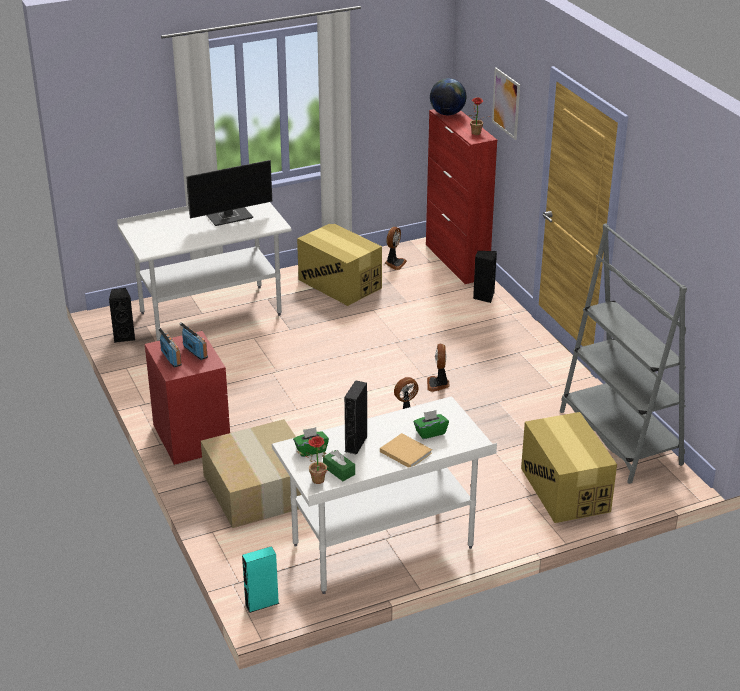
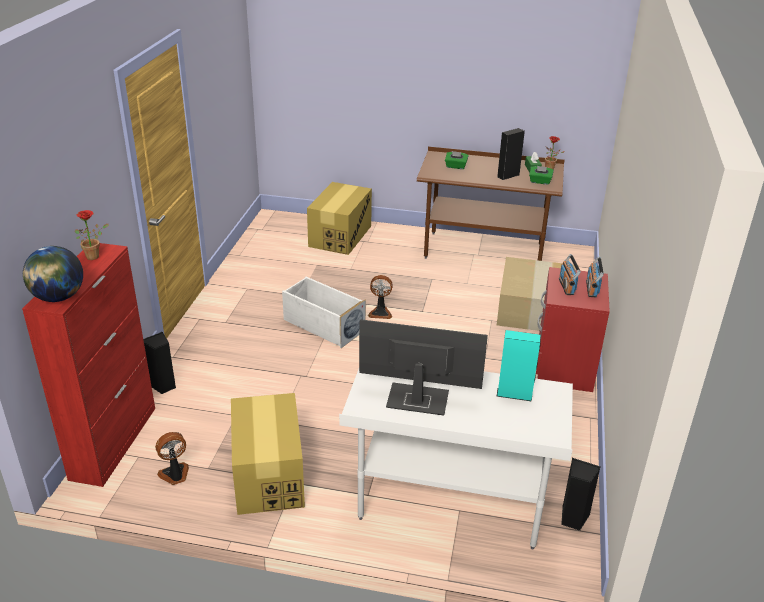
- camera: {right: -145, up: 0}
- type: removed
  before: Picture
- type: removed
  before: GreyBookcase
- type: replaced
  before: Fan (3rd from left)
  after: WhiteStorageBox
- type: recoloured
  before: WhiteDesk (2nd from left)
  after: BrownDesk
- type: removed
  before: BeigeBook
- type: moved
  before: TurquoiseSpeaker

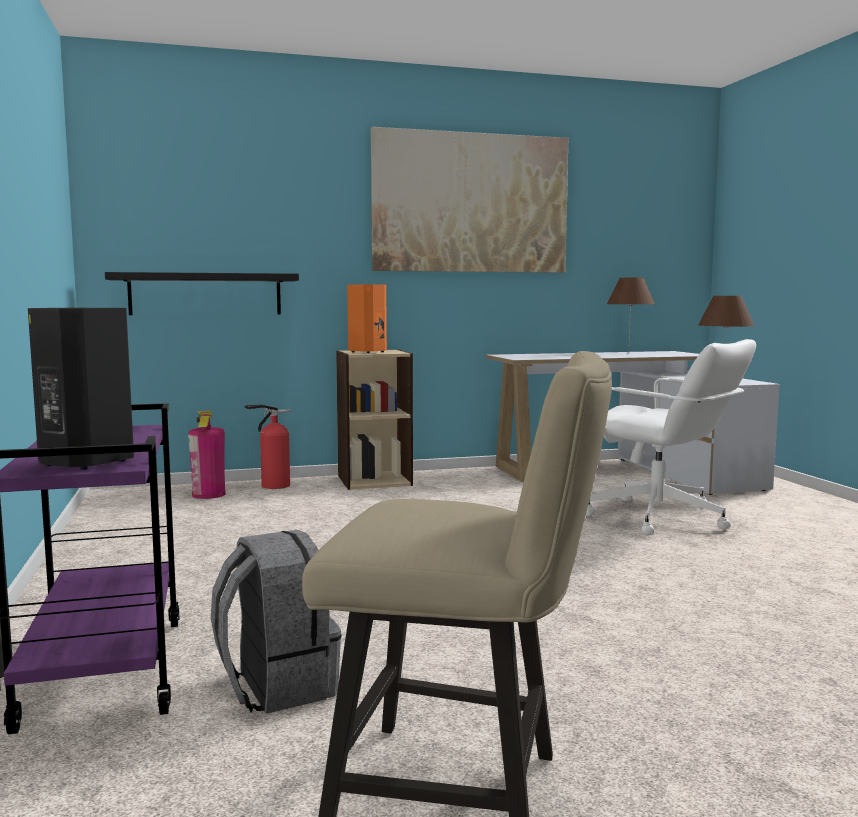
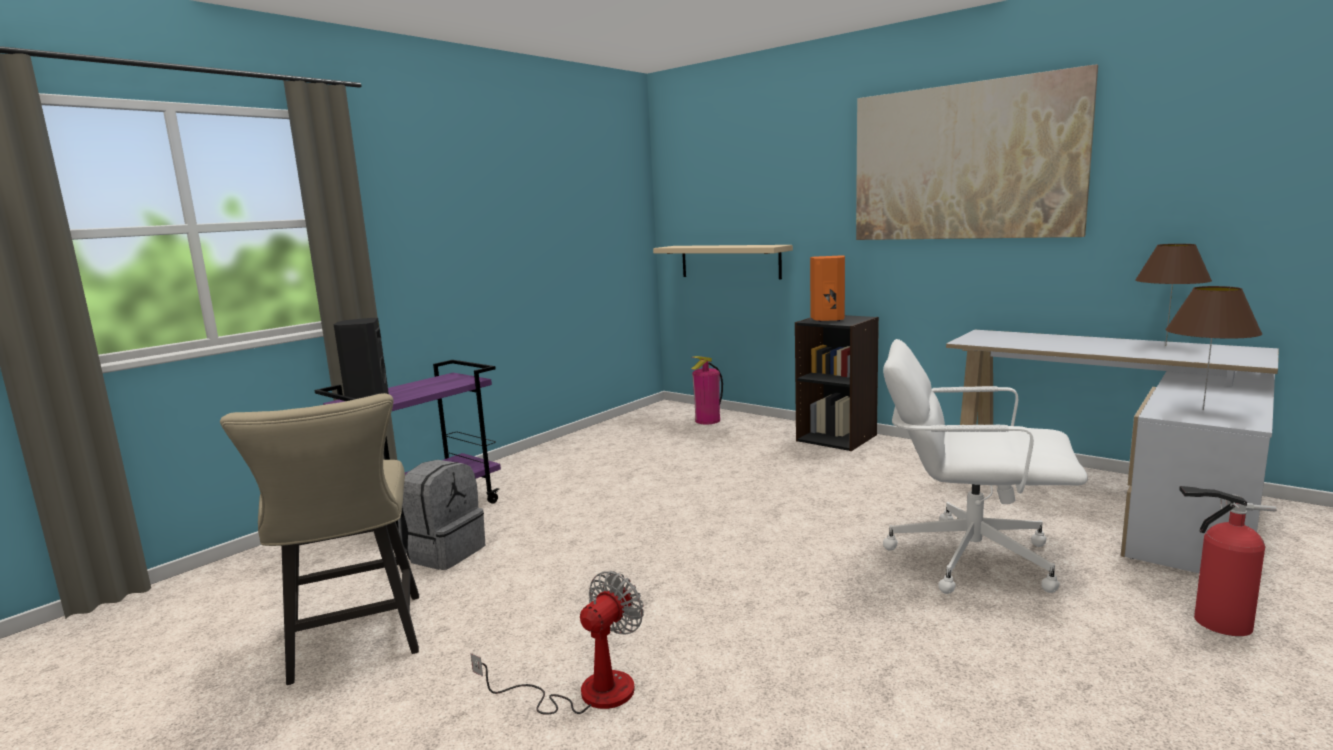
- camera: {right: 55, up: 5}
- type: recoloured
  before: BlackShelf
  after: BeigeShelf
- type: turned
  before: WhiteOfficeChair
  turn: 105
- type: recoloured
  before: BeigeBookcase
  after: BlackBookcase
- type: moved
  before: FireExtinguisher (2nd from left)
- type: added
  after: Fan

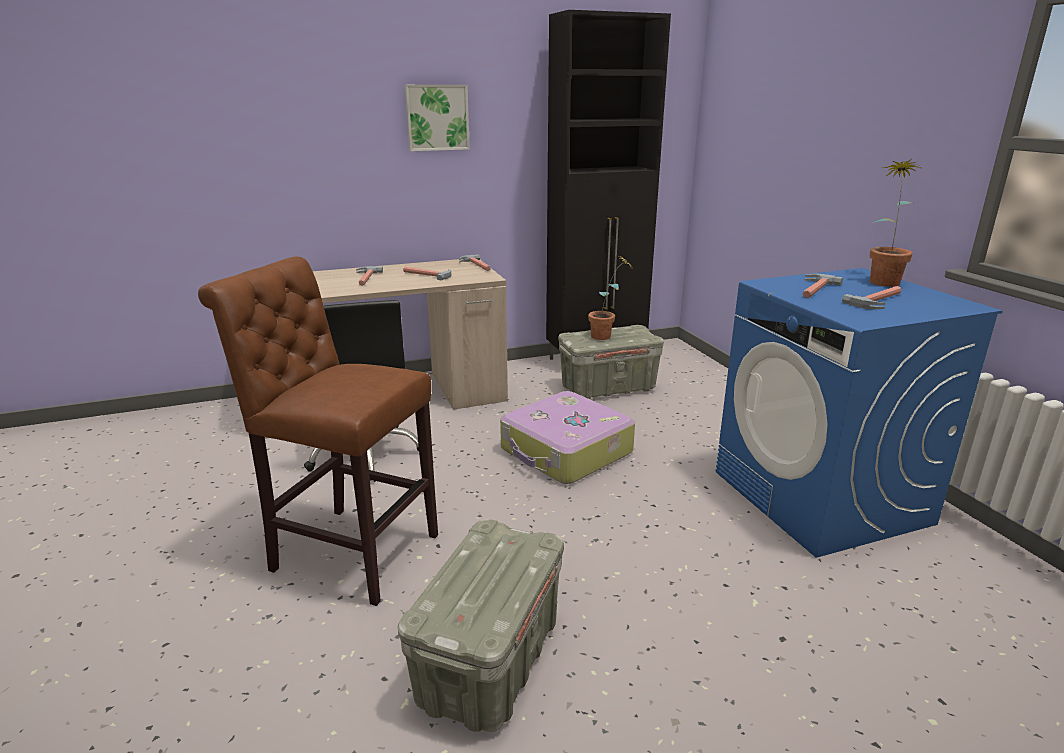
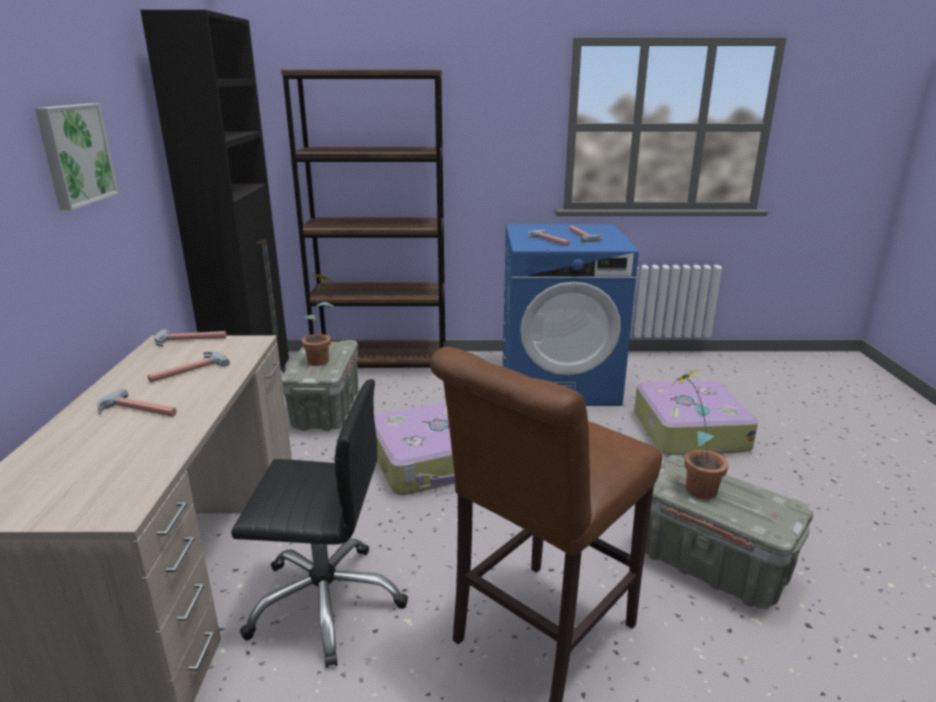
- camera: {right: -70, up: 0}
- type: moved
  before: PottedPlant (2nd from left)
- type: added
  after: BrownBookcase
- type: added
  after: Suitcase (2nd from left)

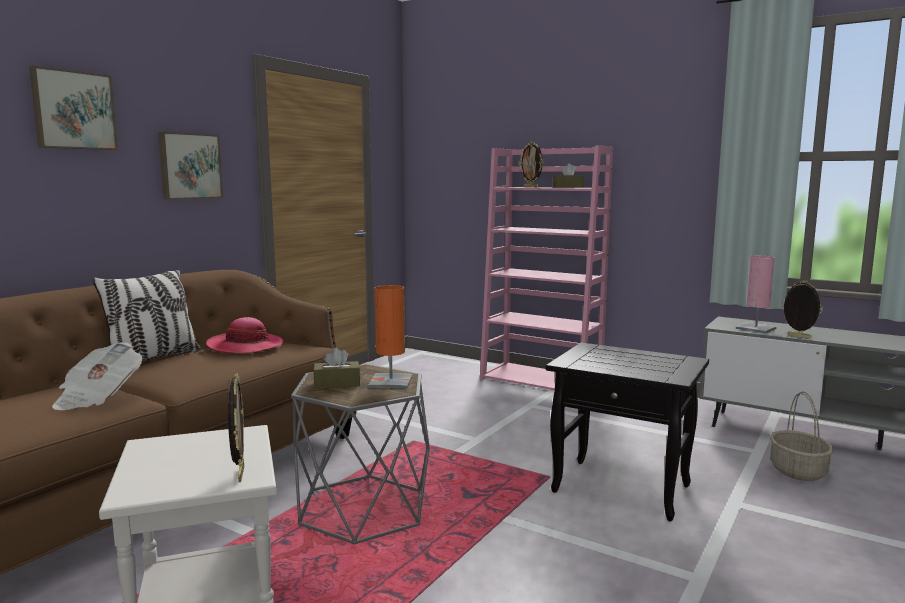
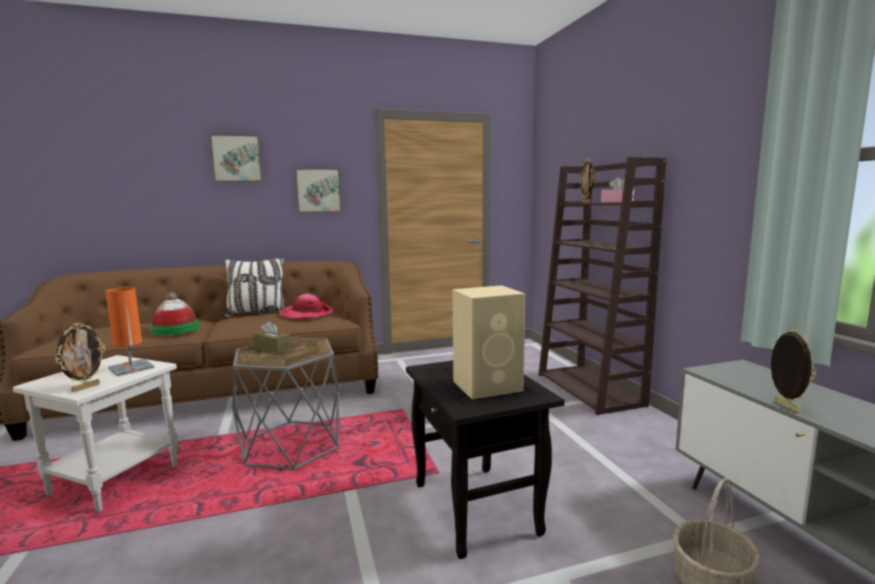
- camera: {right: 40, up: 0}
- type: recoloured
  before: PinkBookcase
  after: BrownBookcase
- type: recoloured
  before: BrownTissueBox (2nd from left)
  after: PinkTissueBox
- type: removed
  before: PinkTableLamp
- type: moved
  before: OrangeTableLamp
- type: replaced
  before: Newspaper
  after: Hat (1st from left)
- type: added
  after: BeigeSpeaker

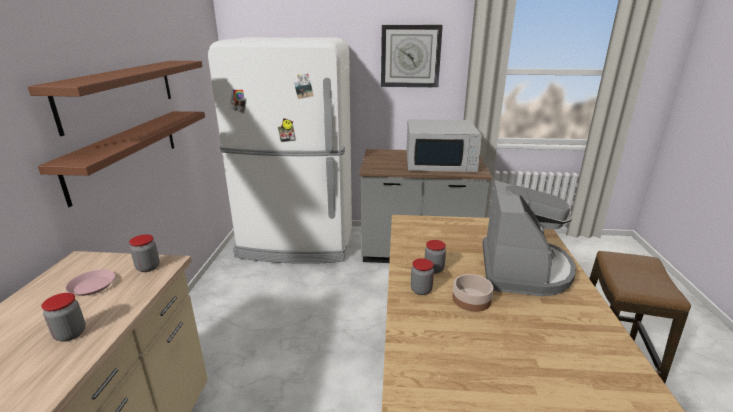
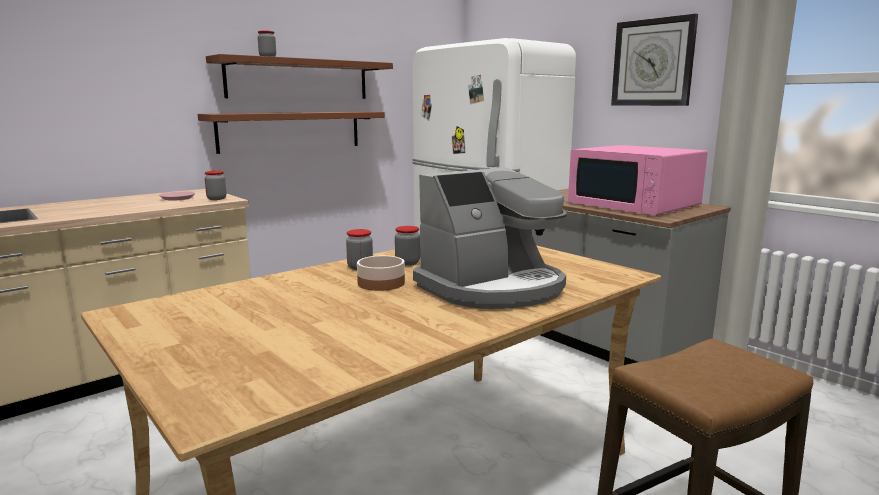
- camera: {right: 45, up: -10}
- type: recoloured
  before: WhiteMicrowave
  after: PinkMicrowave
- type: moved
  before: Jar (1st from left in the first image)
  after: Jar (2nd from left)

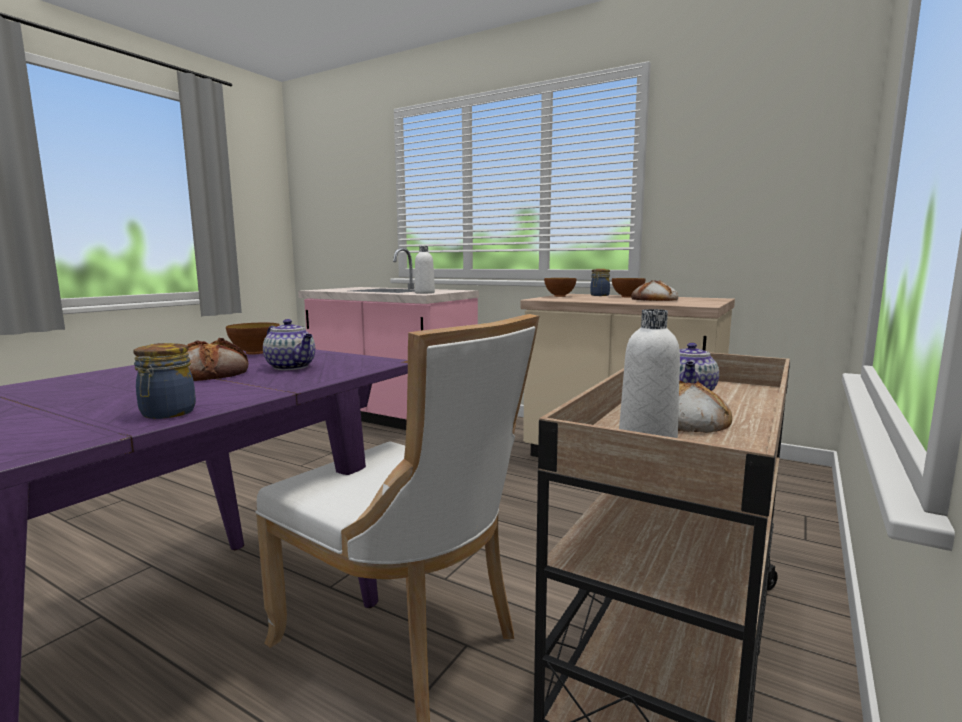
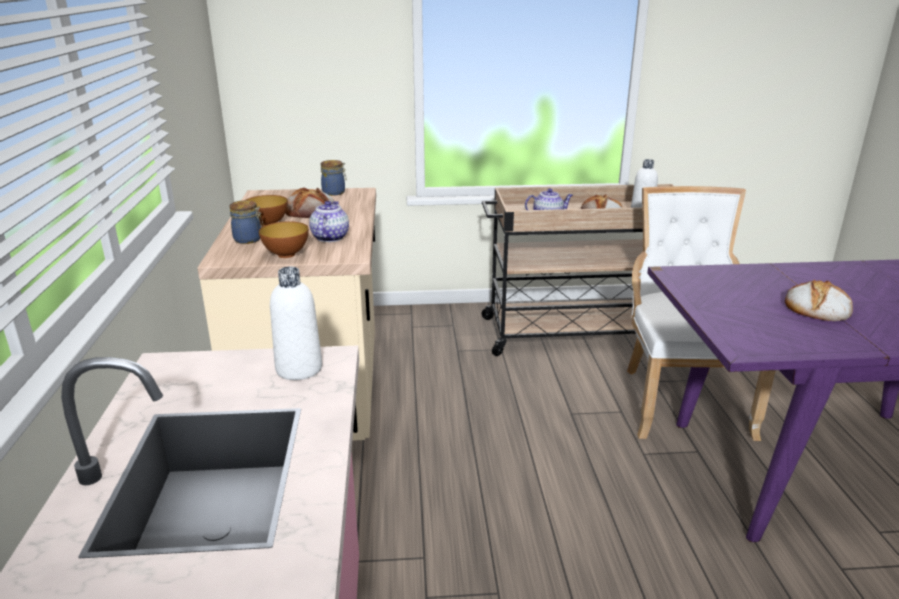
- camera: {right: -125, up: 15}
- type: moved
  before: Teapot (1st from left)
- type: removed
  before: Bowl (1st from left)
- type: moved
  before: Jar (1st from left in the first image)
  after: Jar (2nd from left)

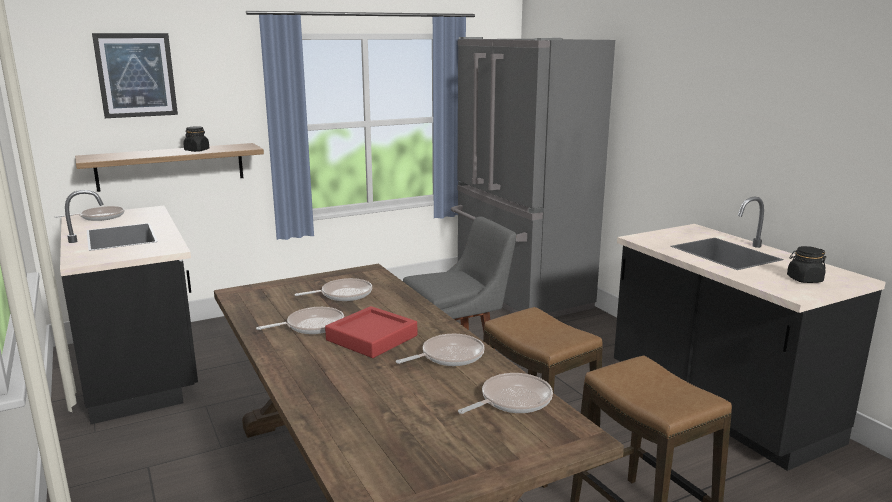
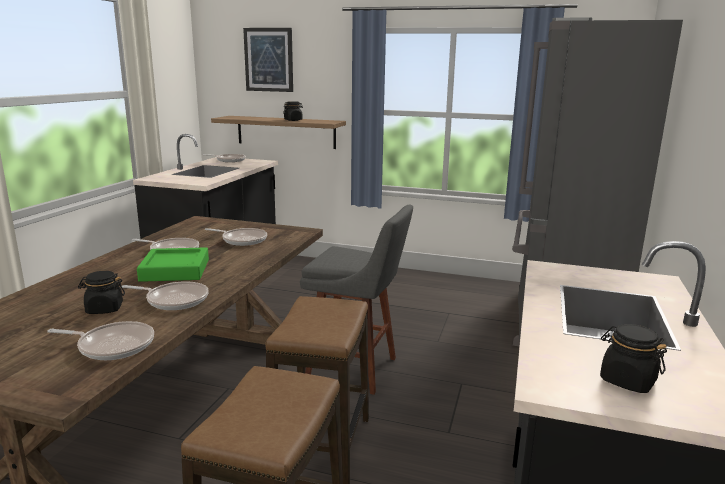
- camera: {right: 45, up: 0}
- type: recoloured
  before: RedTray
  after: GreenTray
- type: added
  after: BlackJar (1st from left)

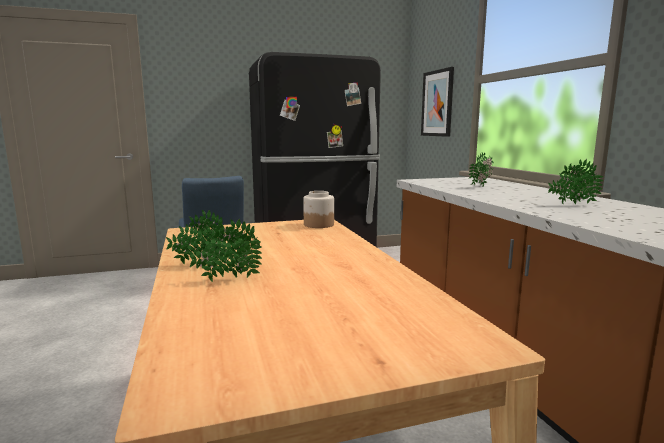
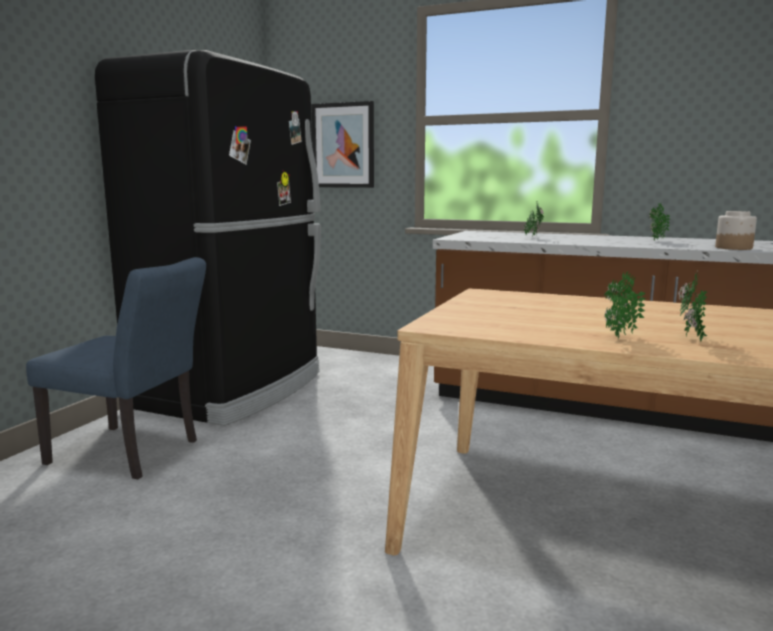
- camera: {right: -50, up: 0}
- type: moved
  before: Jar

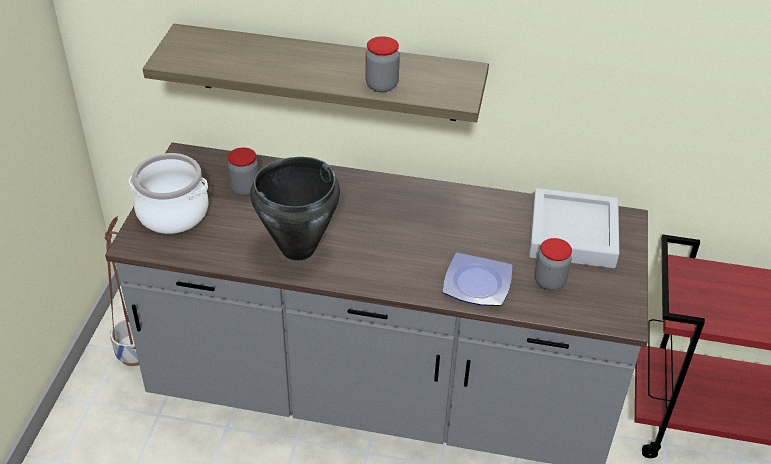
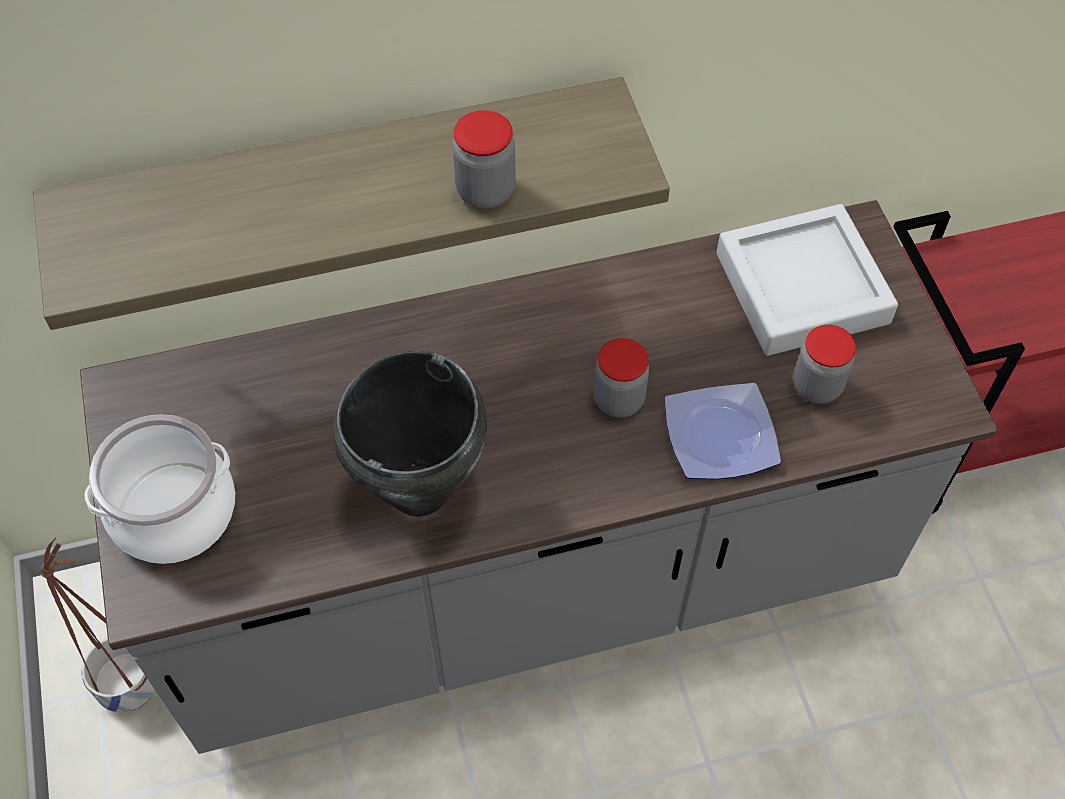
- camera: {right: -25, up: 15}
- type: moved
  before: Jar (1st from left in the first image)
  after: Jar (2nd from left)

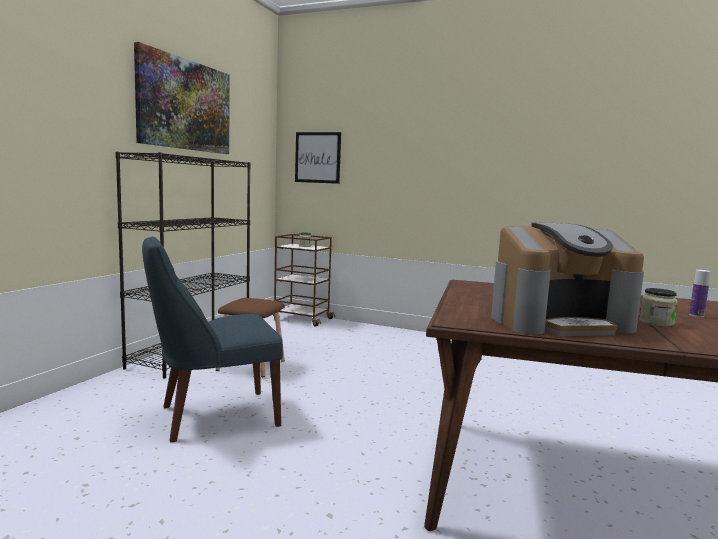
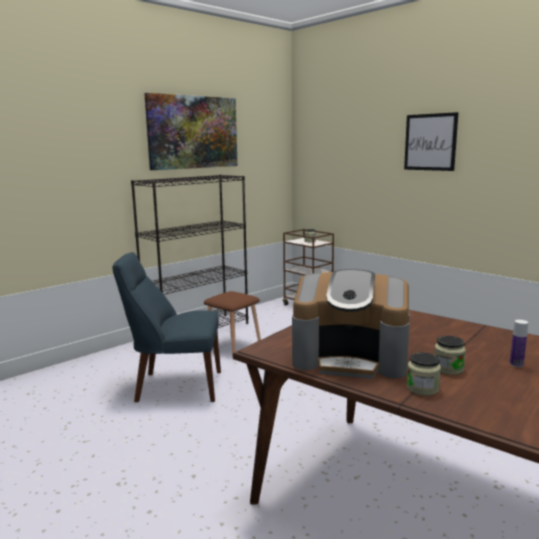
- camera: {right: 25, up: 5}
- type: moved
  before: Picture (2nd from left)
- type: added
  after: Jar (2nd from left)

